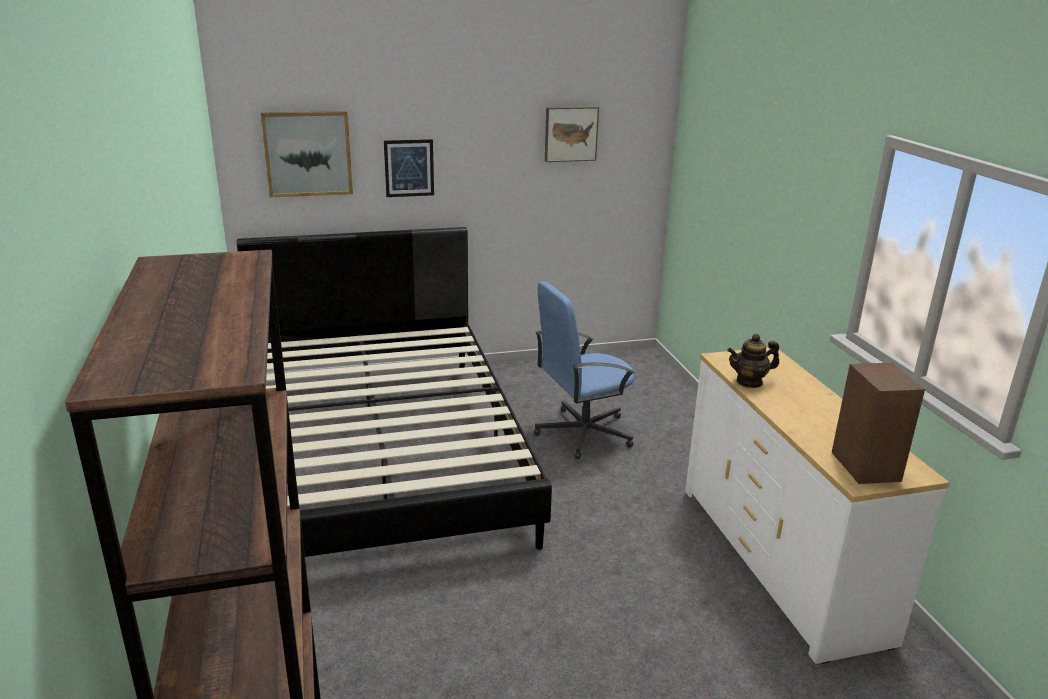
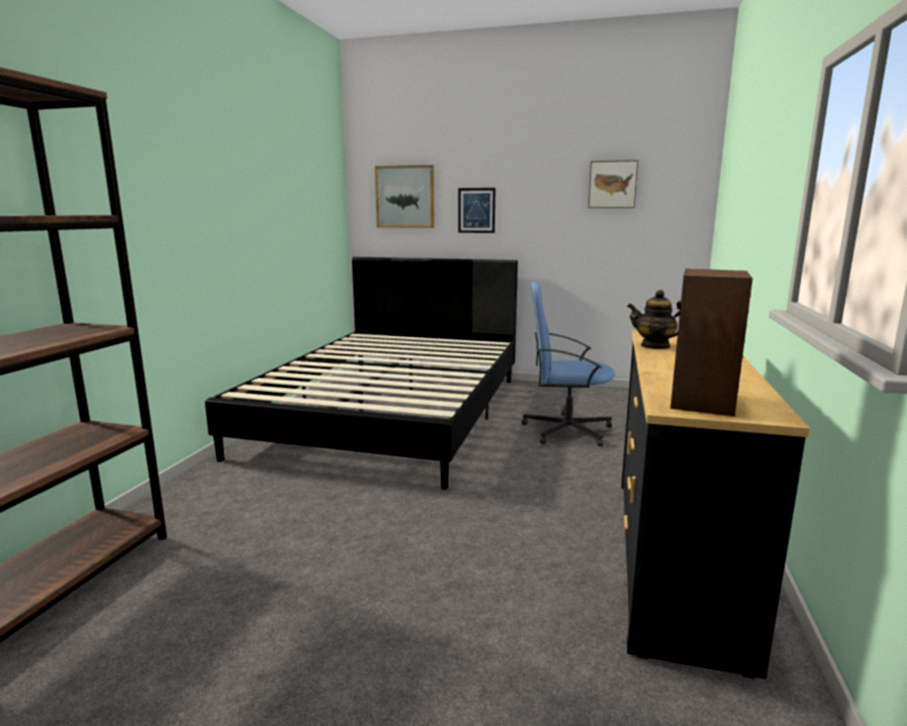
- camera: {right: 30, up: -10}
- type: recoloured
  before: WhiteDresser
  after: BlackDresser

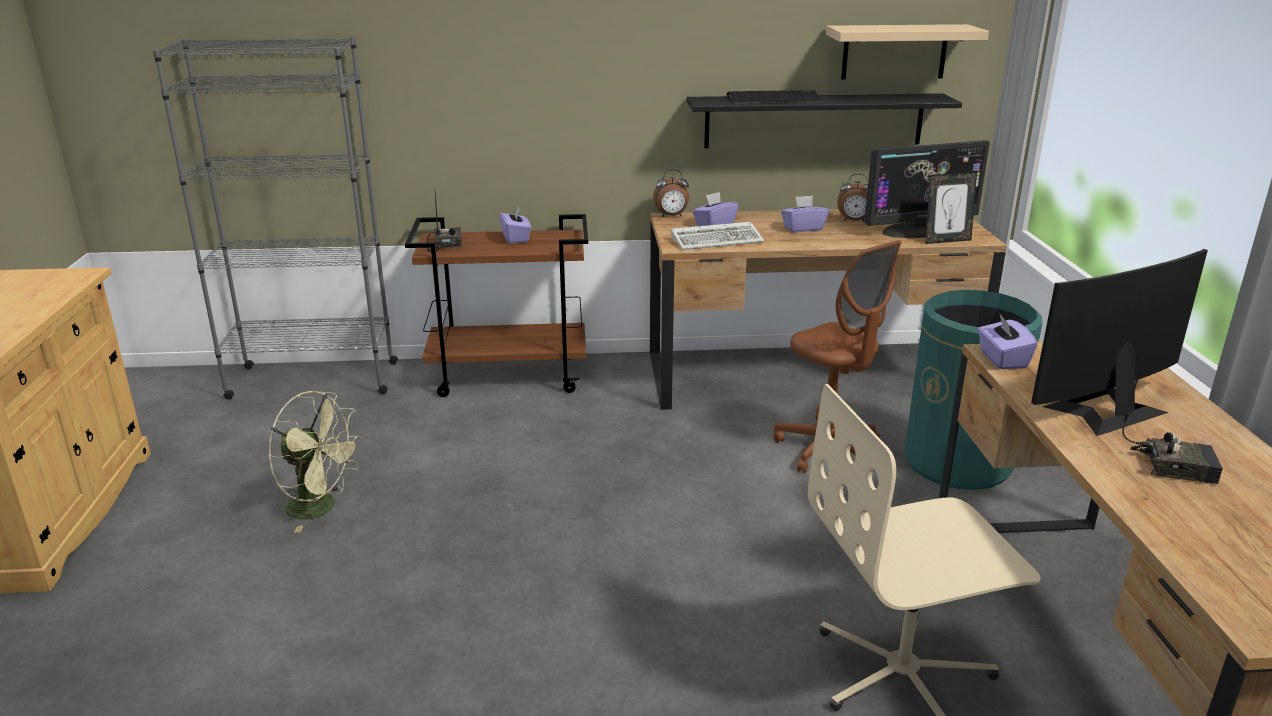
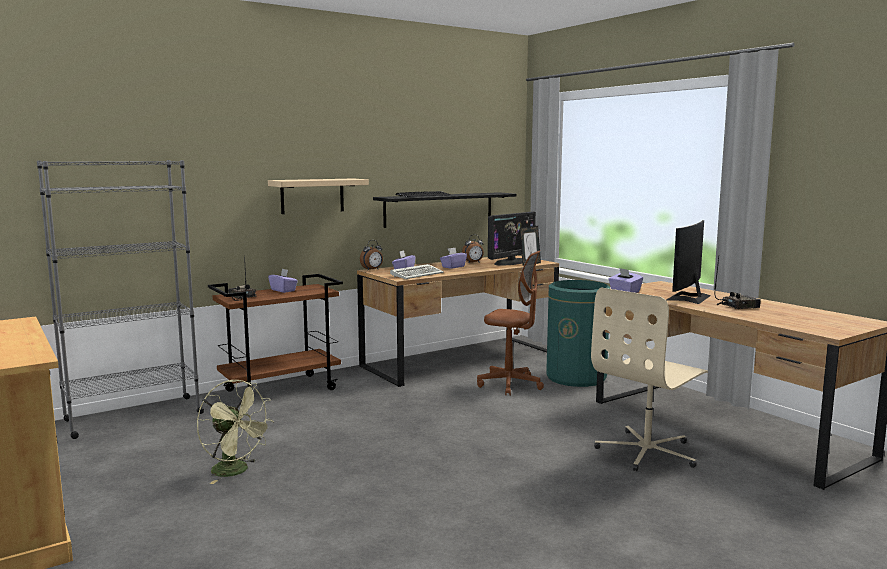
- camera: {right: -30, up: -15}
- type: moved
  before: BeigeShelf
- type: turned
  before: GreenFan
  turn: 45

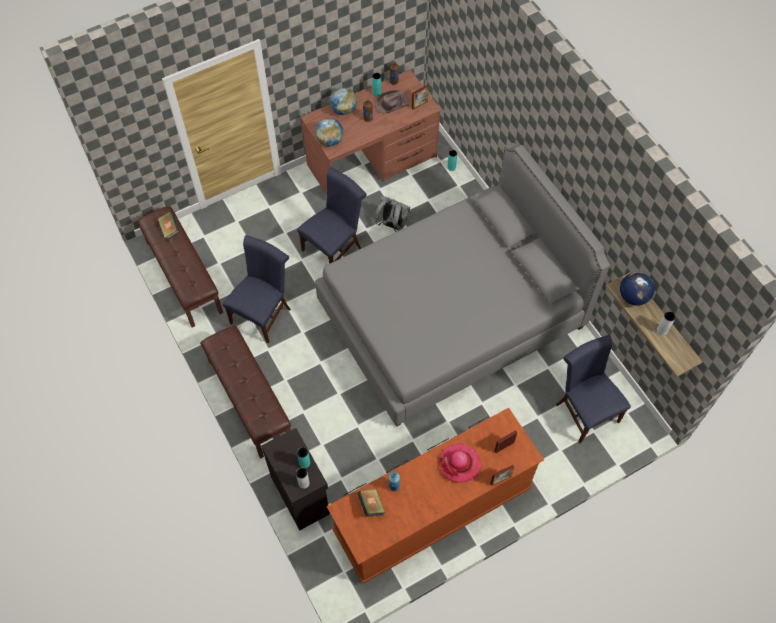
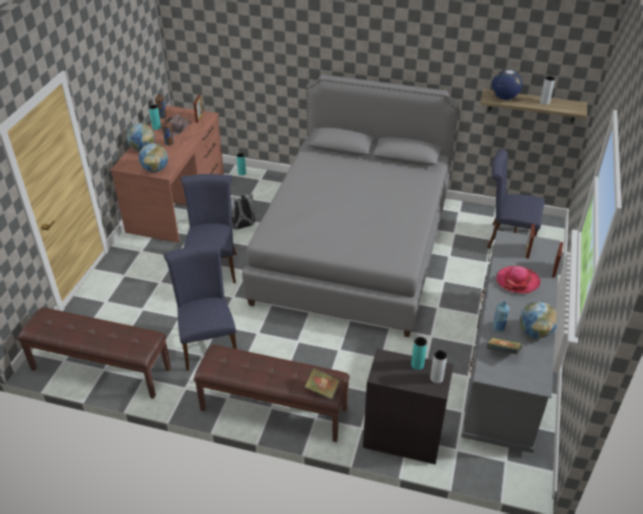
- camera: {right: -45, up: -20}
- type: moved
  before: Book (1st from left)
- type: recoloured
  before: BrownDresser
  after: GreyDresser
- type: added
  after: Globe (4th from left)

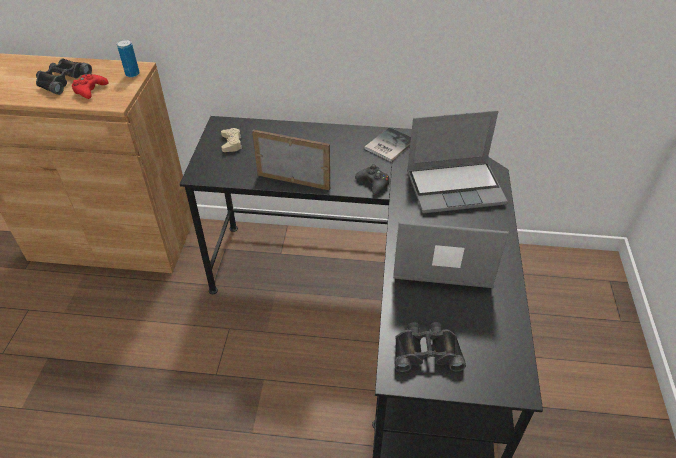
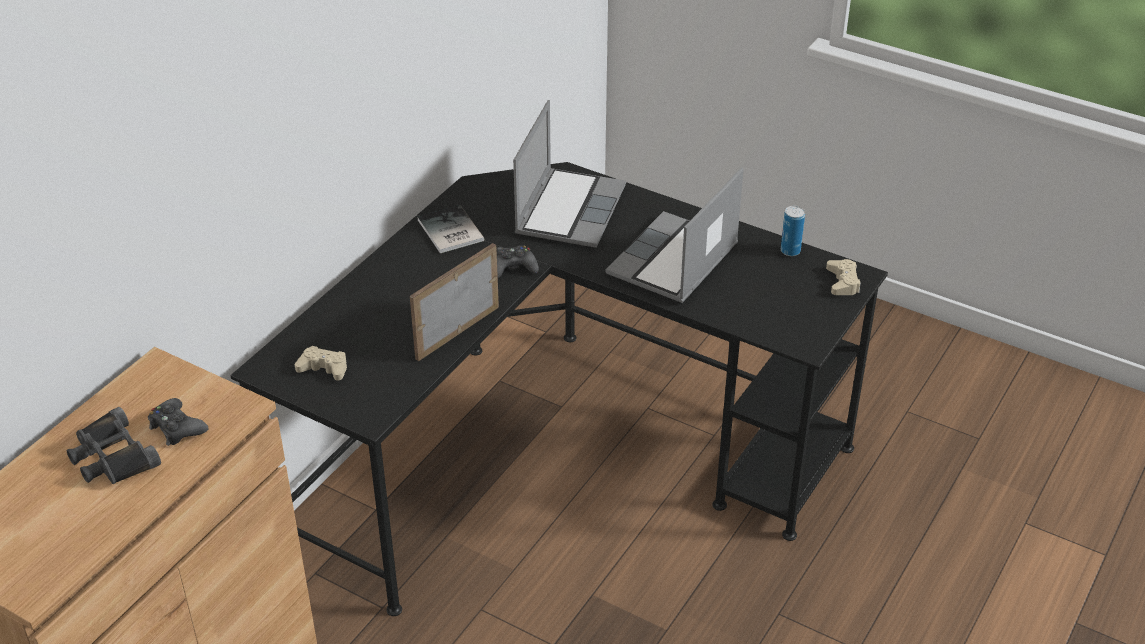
- camera: {right: -65, up: -5}
- type: moved
  before: Can
- type: recoloured
  before: RedGameController
  after: BlackGameController (1st from left)
- type: removed
  before: BlackBinoculars (2nd from left)
- type: added
  after: BeigeGameController (2nd from left)

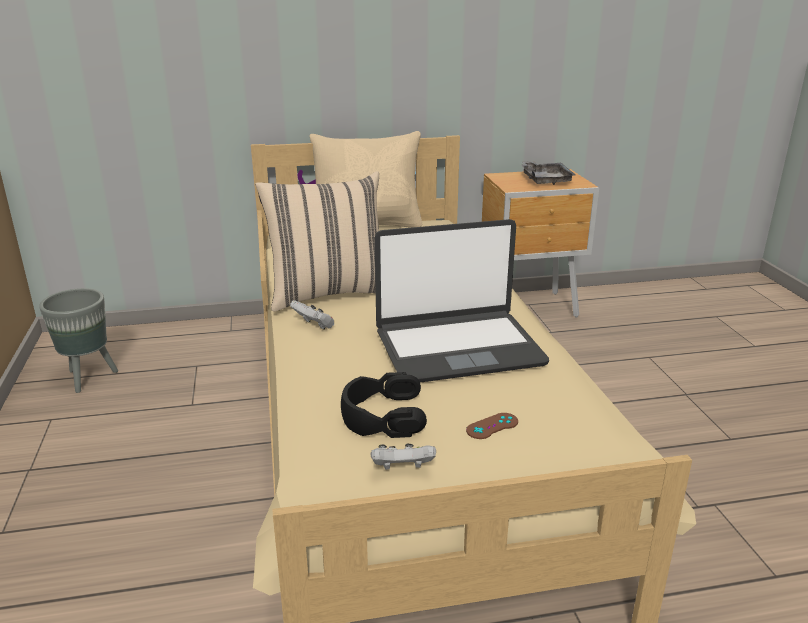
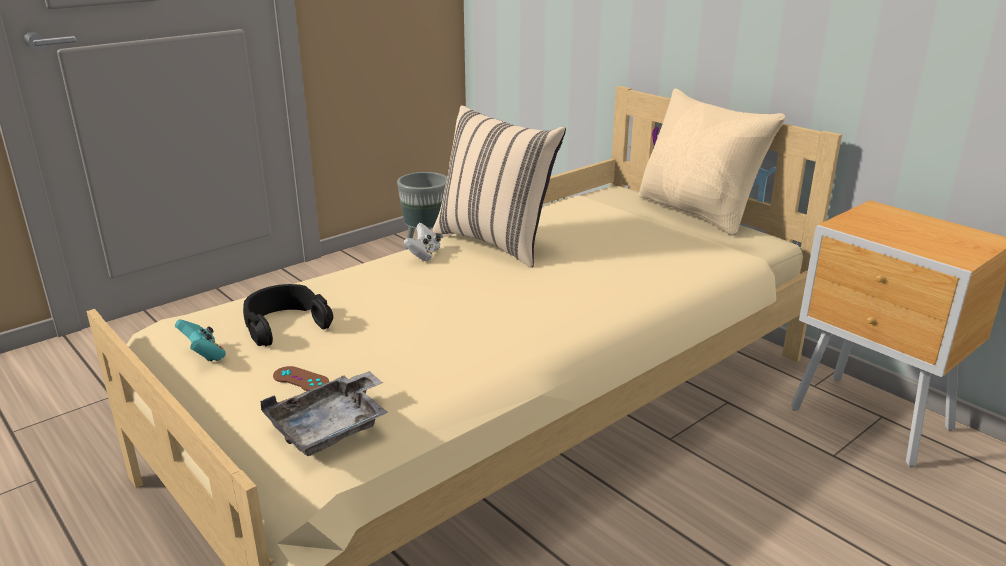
- camera: {right: 60, up: 0}
- type: moved
  before: GreyTray
- type: removed
  before: Laptop
- type: recoloured
  before: WhiteGameController (2nd from left)
  after: TurquoiseGameController

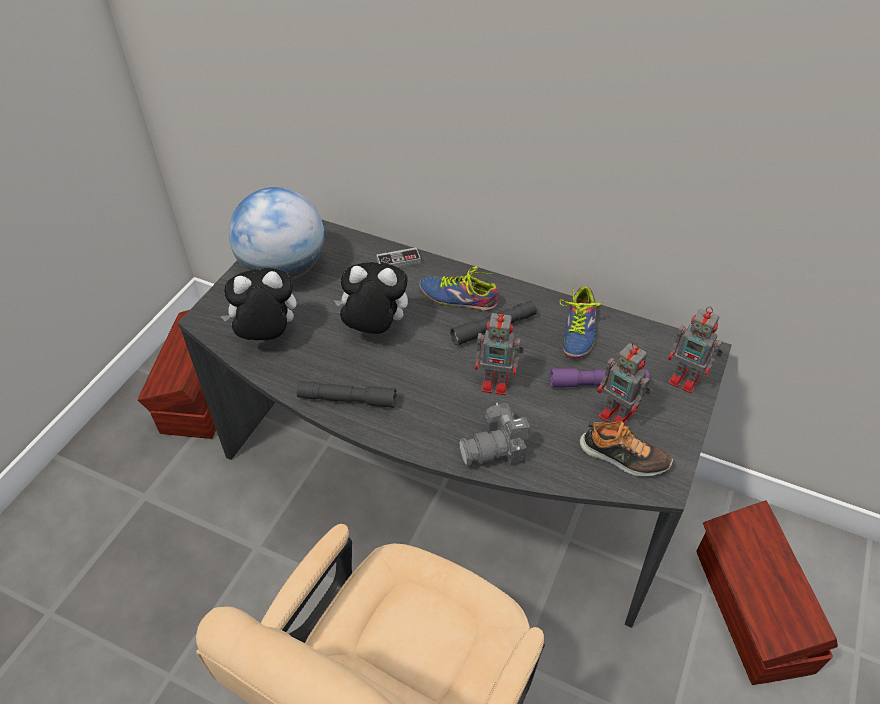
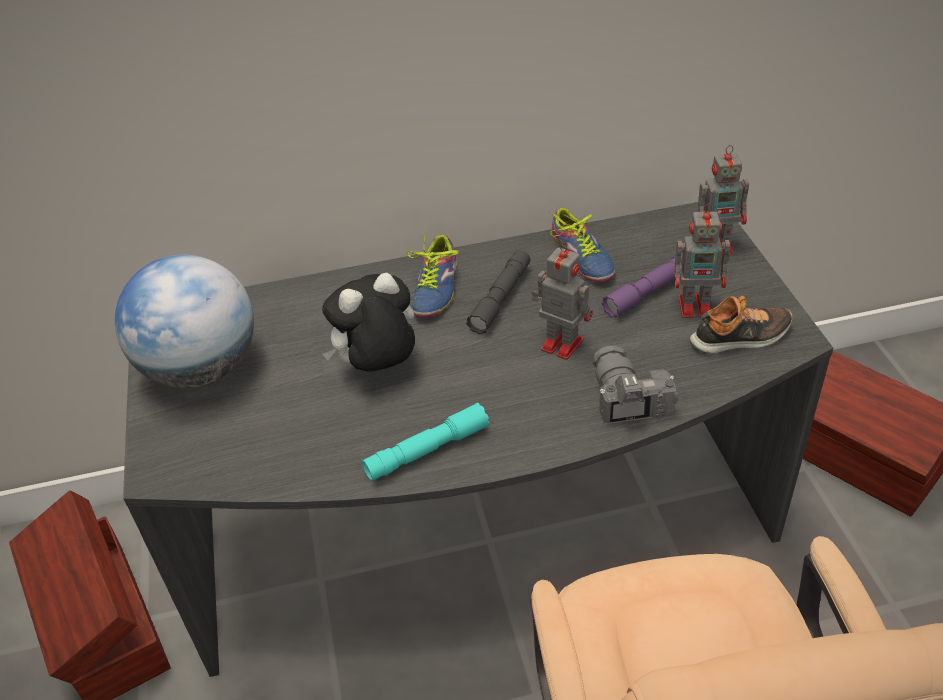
- camera: {right: -35, up: -5}
- type: removed
  before: GameController
- type: turned
  before: Shoe (1st from left)
  turn: -60
- type: removed
  before: PlushToy (1st from left)
- type: turned
  before: ToyRobot (1st from left)
  turn: -120
- type: recoloured
  before: GreyFlashlight (1st from left)
  after: TurquoiseFlashlight
- type: turned
  before: PhotoCamera
  turn: 135

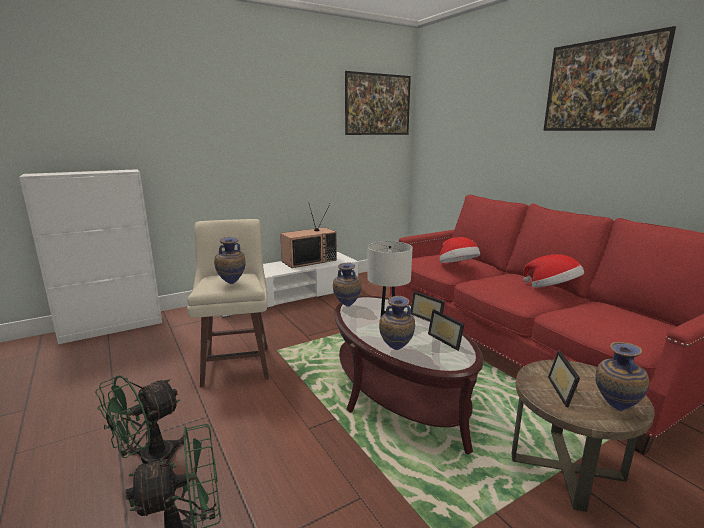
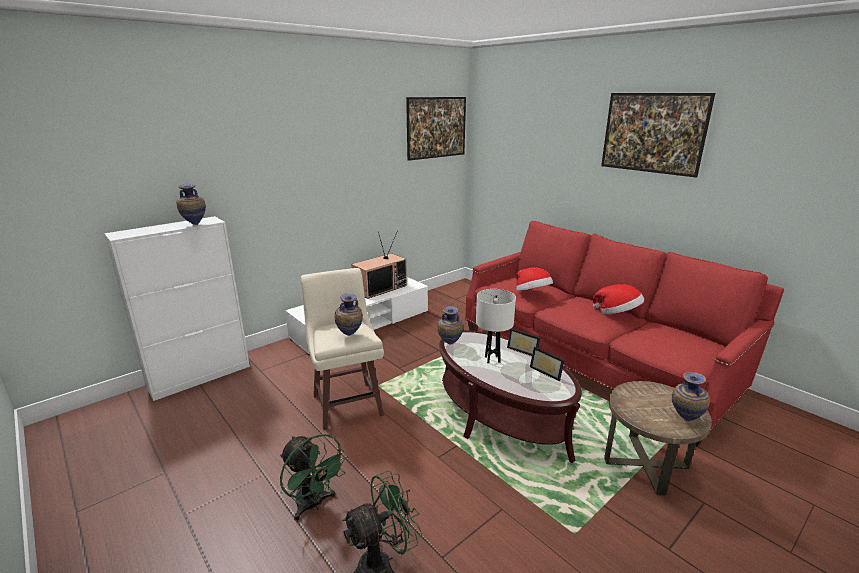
- camera: {right: -10, up: 5}
- type: moved
  before: Vase (3rd from left in the first image)
  after: Vase (1st from left)
- type: removed
  before: PictureFrame (3rd from left)
- type: turned
  before: GreenFan (1st from left)
  turn: -75

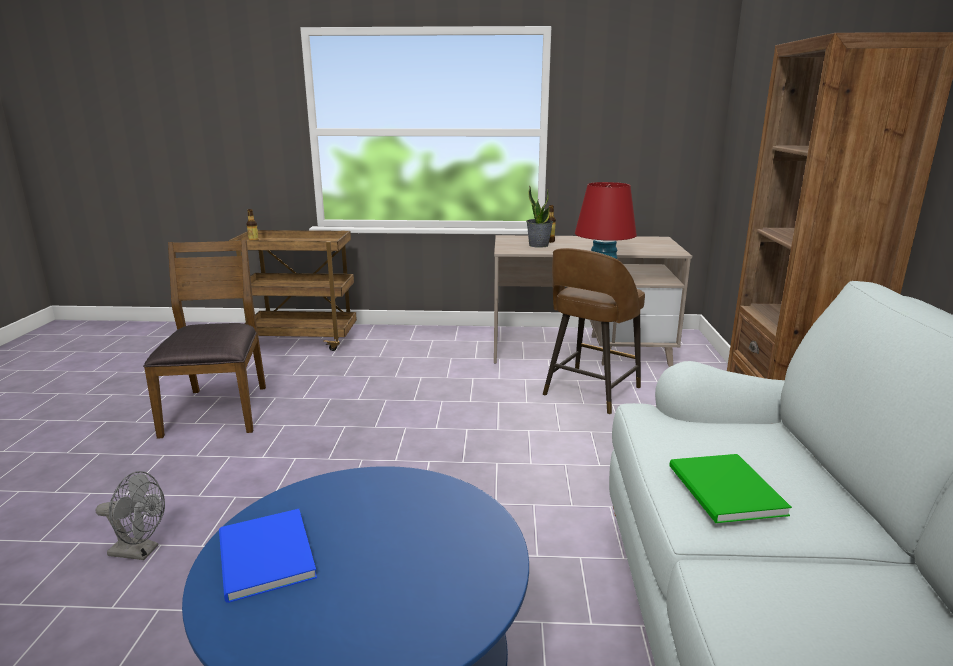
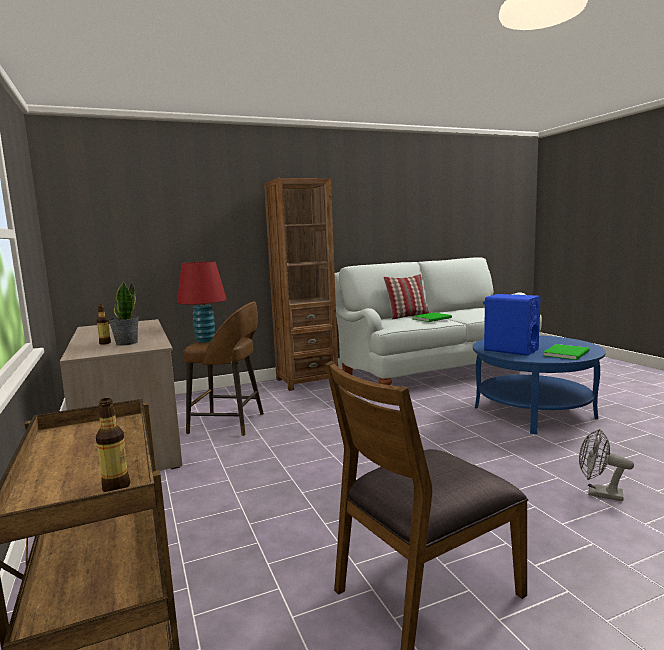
- camera: {right: -115, up: -10}
- type: turned
  before: GreyFan
  turn: -45
- type: recoloured
  before: BlueBook
  after: GreenBook (2nd from left)
- type: added
  after: Pillow
- type: added
  after: BlueSpeaker

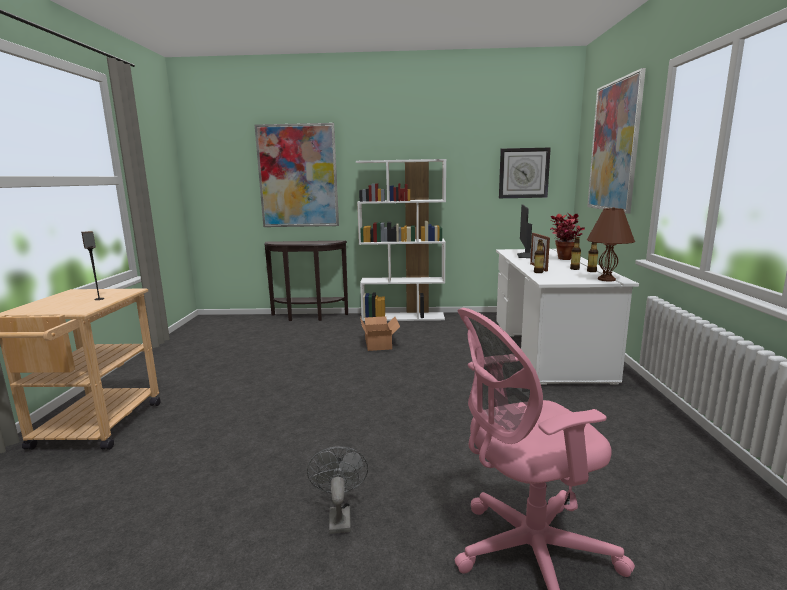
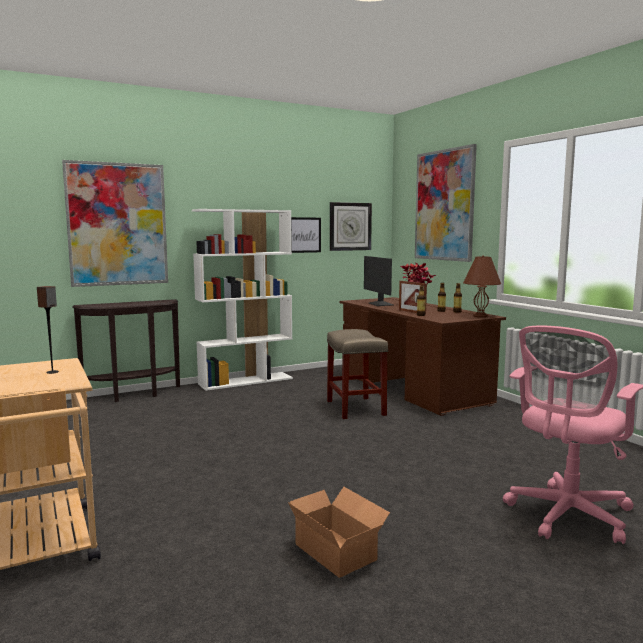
- camera: {right: -30, up: -5}
- type: recoloured
  before: WhiteDesk
  after: BrownDesk
- type: moved
  before: CardboardBox
- type: removed
  before: GreyFan
- type: added
  after: Picture (2nd from left)
- type: added
  after: BeigeStool

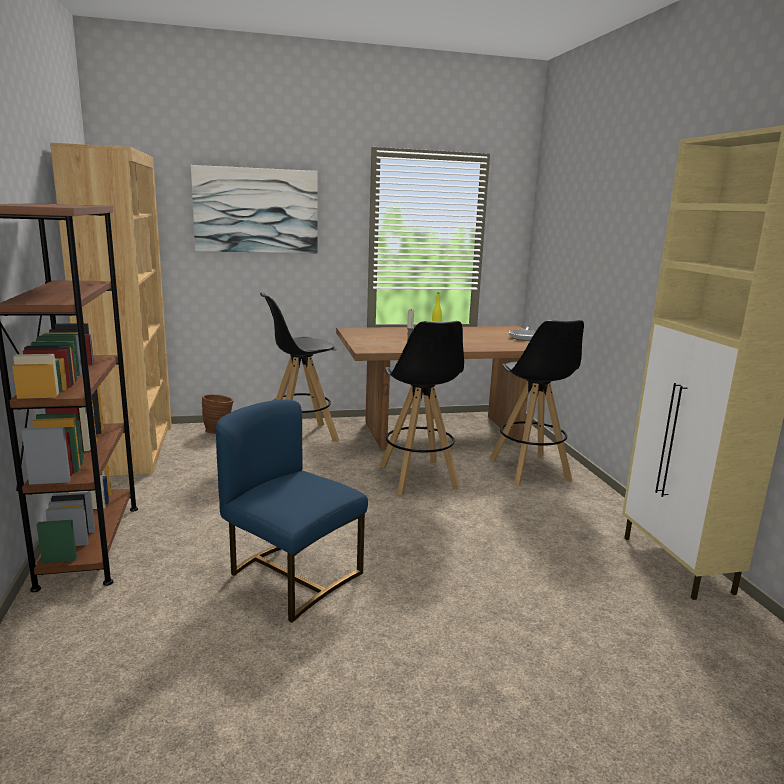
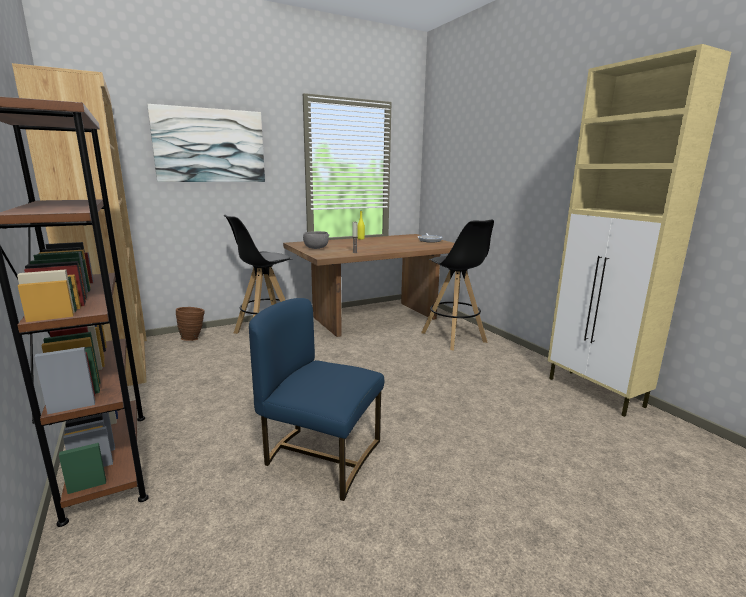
- camera: {right: -15, up: 0}
- type: removed
  before: BlackStool (2nd from left)
- type: added
  after: GreyBowl

